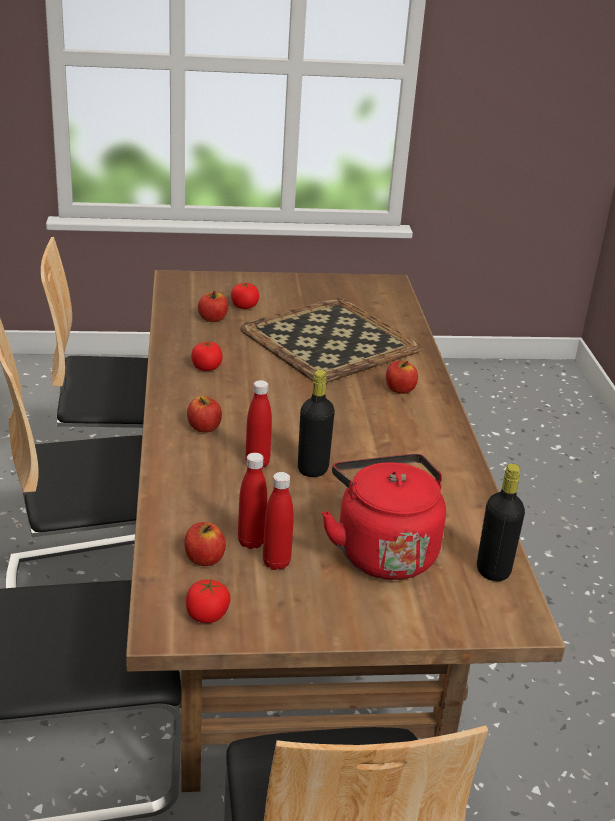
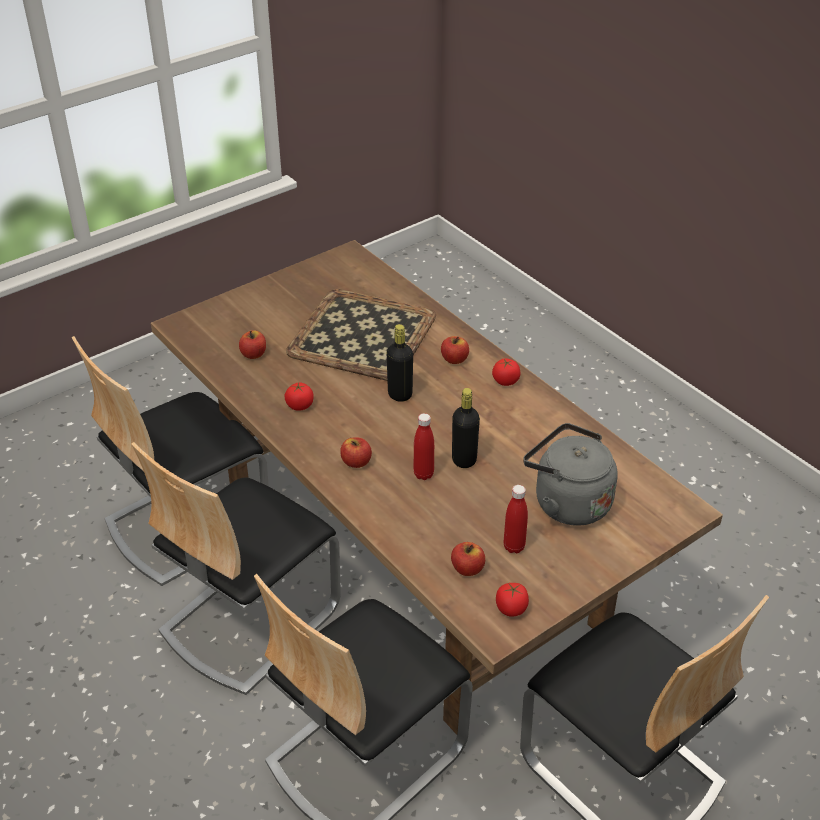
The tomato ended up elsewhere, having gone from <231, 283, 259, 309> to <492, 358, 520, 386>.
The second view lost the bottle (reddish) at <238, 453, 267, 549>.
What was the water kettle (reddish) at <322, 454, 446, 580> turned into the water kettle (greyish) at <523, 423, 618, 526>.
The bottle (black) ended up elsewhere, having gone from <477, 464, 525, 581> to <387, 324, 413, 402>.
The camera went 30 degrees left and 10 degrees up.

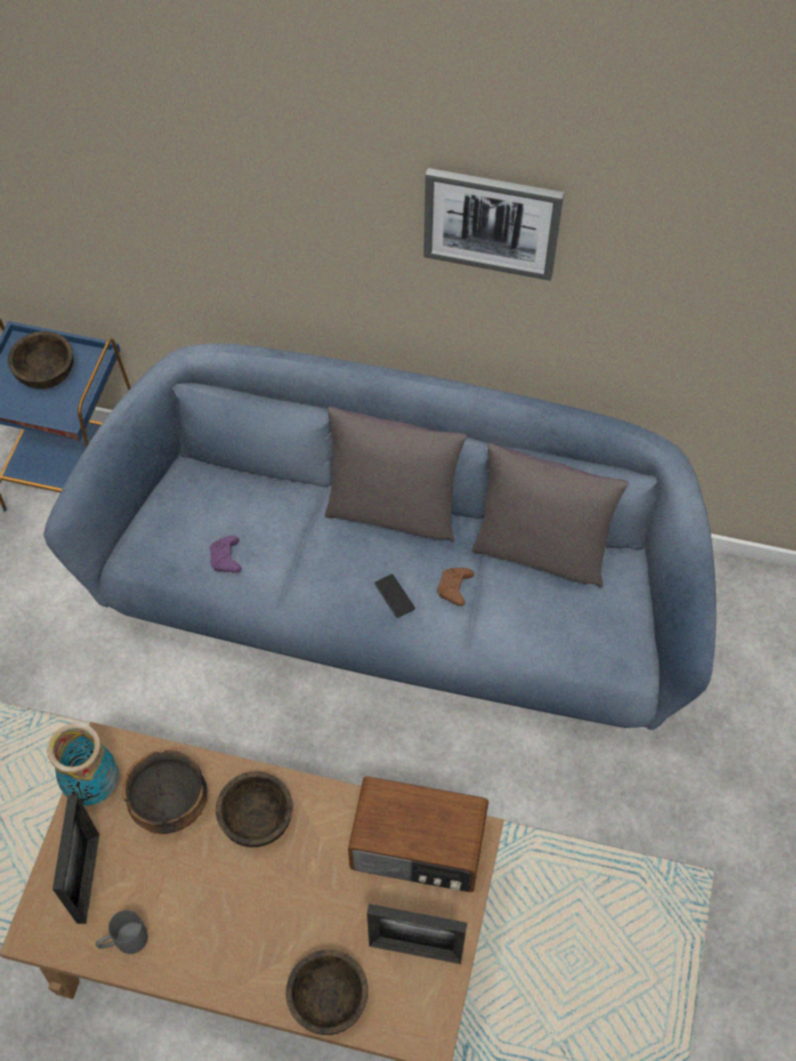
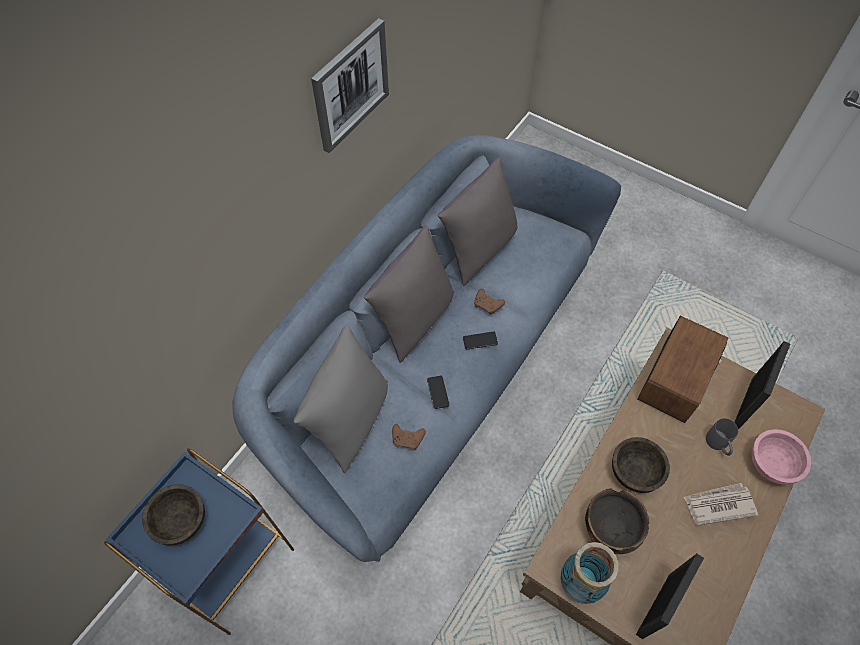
The photo frame at <52, 795, 99, 924> ended up facing another way, 105 degrees clockwise from before.
The coffee mug (greyish) ended up elsewhere, having gone from <96, 910, 148, 954> to <706, 418, 738, 456>.
What was the joypad (purplish) at <210, 536, 242, 573> turned into the joypad (brown-coloured) at <392, 424, 426, 450>.
What was the bowl (brown-coloured) at <286, 950, 368, 1035> turned into the bowl (pink) at <751, 429, 811, 485>.
The second view gained the pillow (greyish) at <294, 325, 388, 473>.
The second view gained the telephone at <427, 376, 449, 409>.
The second view gained the daily paper at <683, 483, 758, 526>.
The camera went 70 degrees left and 0 degrees up.

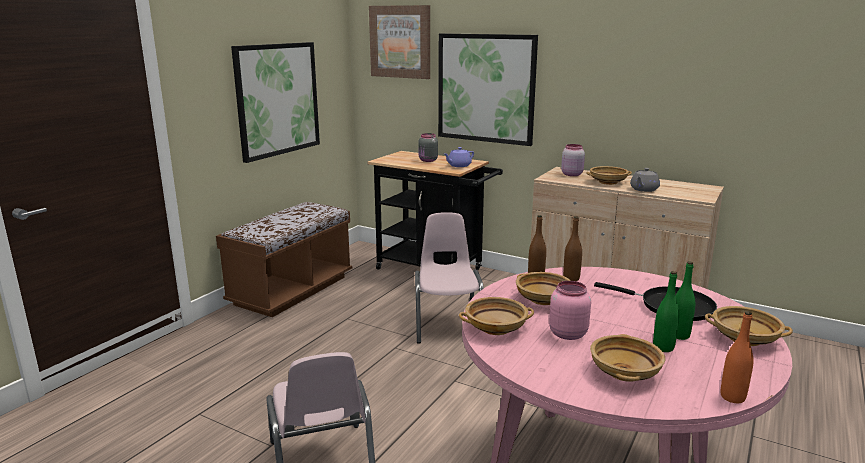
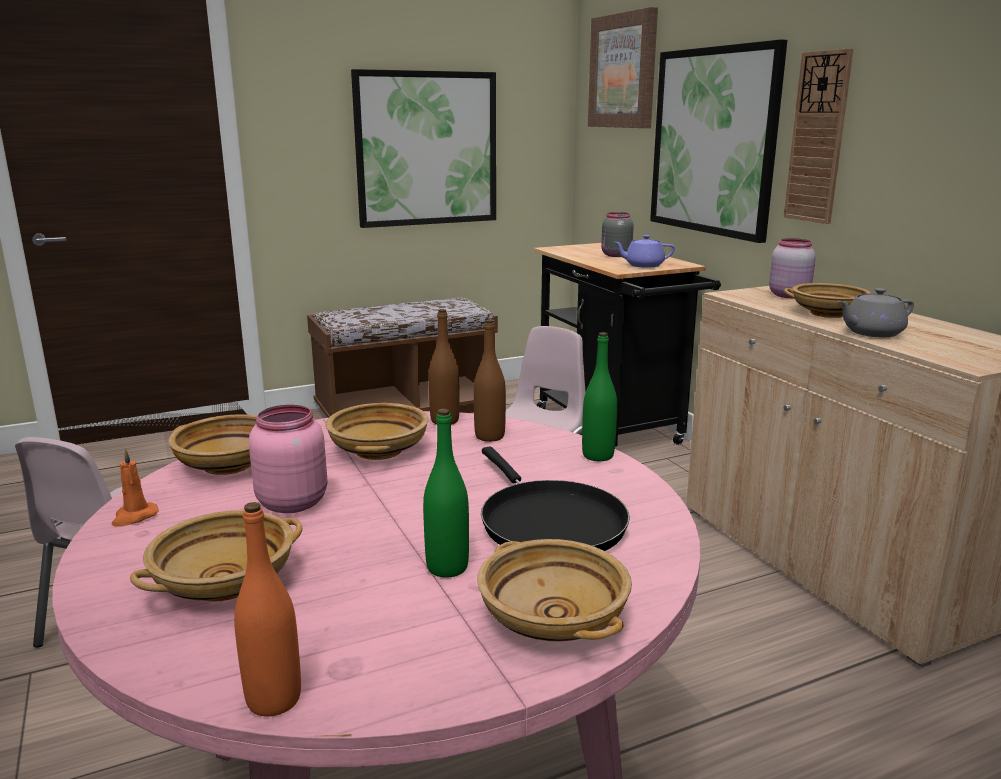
The bottle (green) ended up elsewhere, having gone from <653, 271, 680, 352> to <582, 332, 617, 461>.
The second view gained the wax candle (orange-coloured) at <112, 448, 159, 527>.
The second view gained the clock on the wall at <784, 48, 854, 224>.
The camera went 35 degrees right and 0 degrees up.

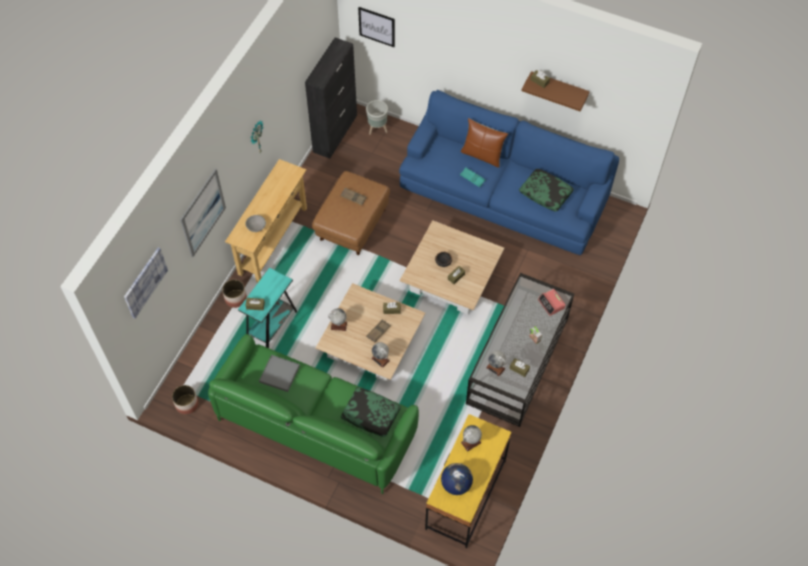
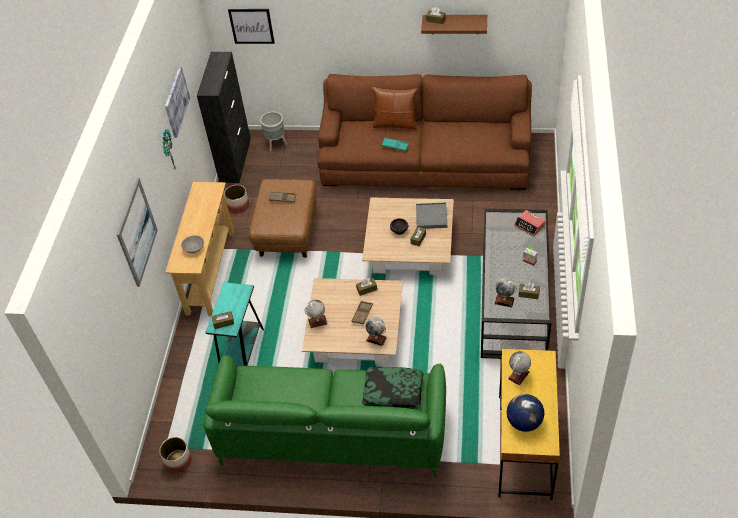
The picture ended up elsewhere, having gone from <124, 247, 168, 319> to <165, 66, 190, 138>.
The planter ended up elsewhere, having gone from <222, 279, 247, 308> to <224, 185, 249, 213>.
The tray (greyish) ended up elsewhere, having gone from <259, 355, 300, 392> to <416, 203, 448, 229>.
What was the settee (bluish) at <399, 90, 619, 255> turned into the settee (brown-coloured) at <317, 74, 532, 190>.
The second view lost the pillow at <519, 169, 574, 211>.
The camera went 15 degrees left and 10 degrees down.

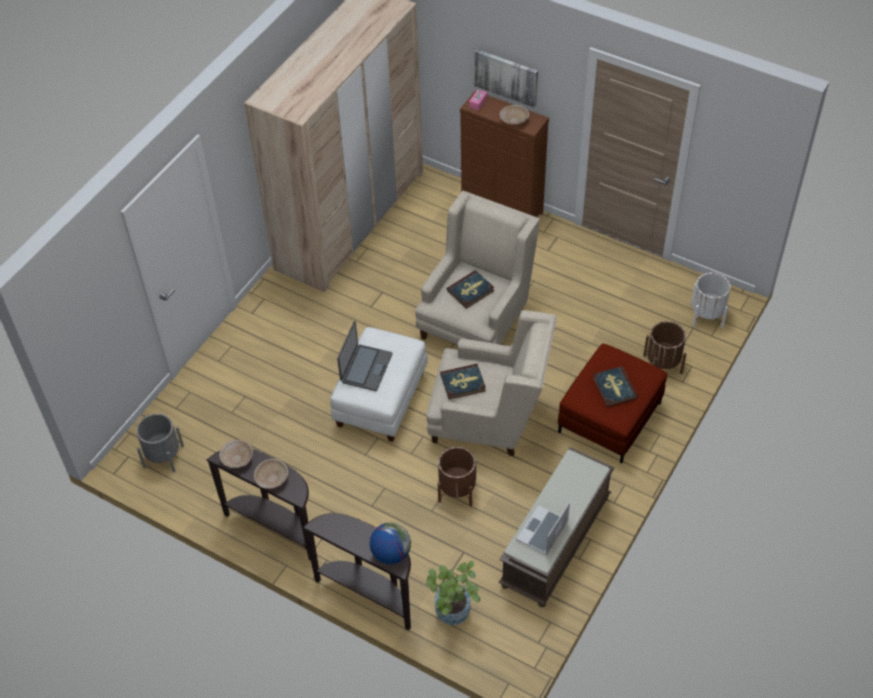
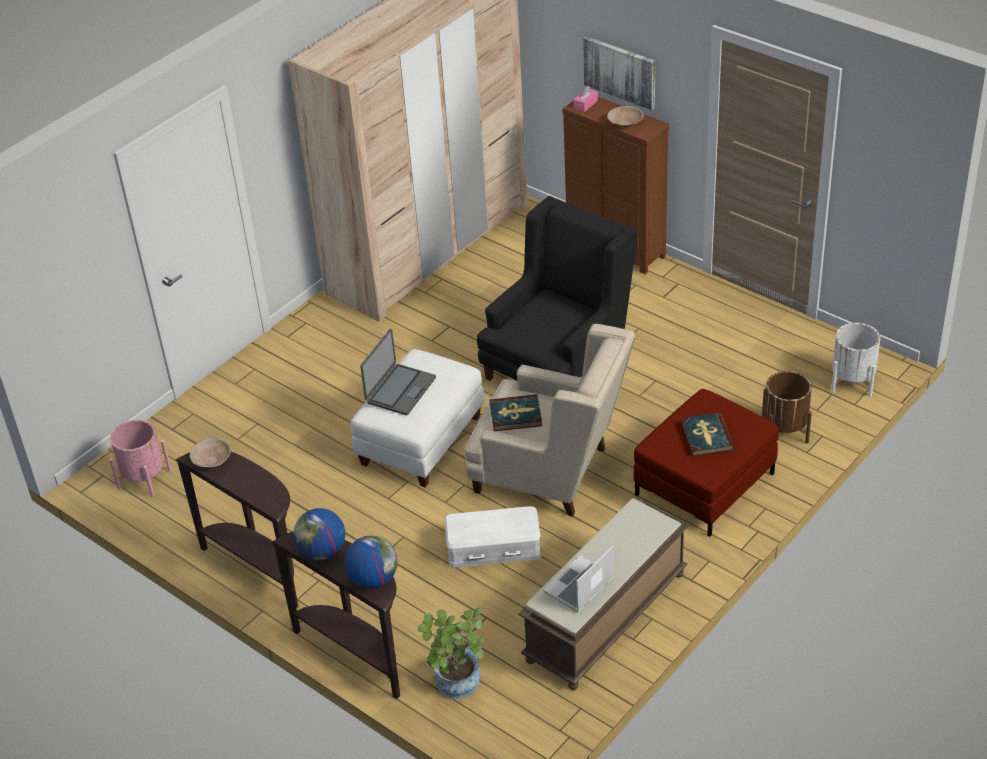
What was the planter (greyish) at <136, 413, 184, 472> turned into the planter (pink) at <109, 420, 172, 497>.
The second view lost the bowl (sand-coloured) at <254, 459, 288, 489>.
What was the armchair (sand-coloured) at <415, 190, 540, 345> turned into the armchair (black) at <477, 196, 638, 381>.
Where the planter (brown-coloured) stood at <438, 447, 476, 506>, the storage box (white) came to stand at <444, 506, 541, 568>.
The second view lost the volume at <447, 270, 494, 309>.
The second view gained the desk globe at <293, 508, 345, 560>.
The camera went 10 degrees right and 10 degrees down.

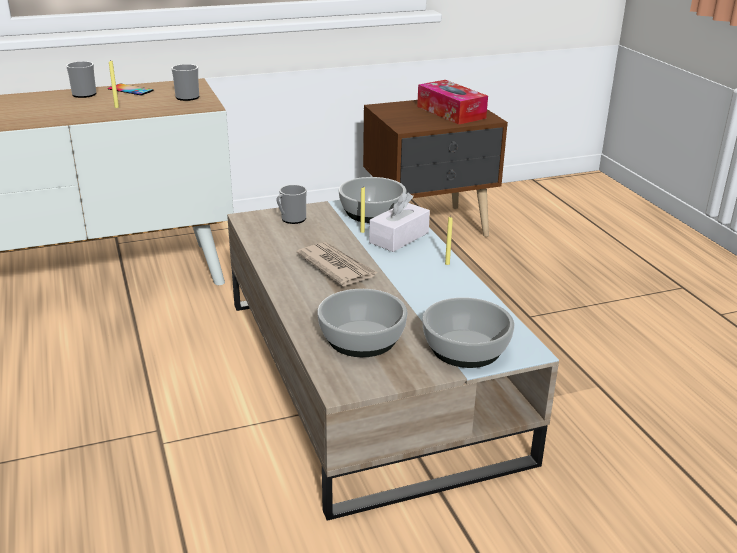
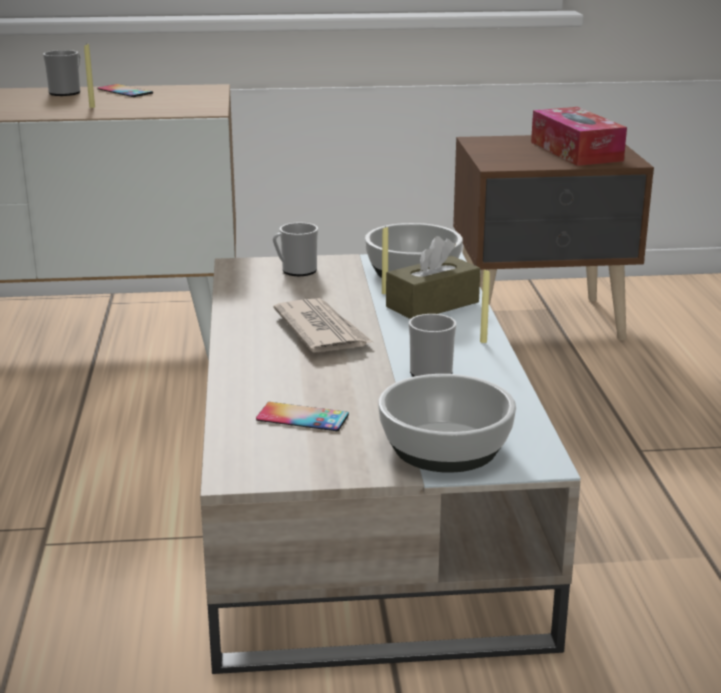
The coffee mug ended up elsewhere, having gone from <171, 64, 199, 101> to <409, 314, 456, 377>.
Where the bowl stood at <317, 289, 408, 357>, the telephone came to stand at <256, 402, 349, 431>.
What was the box of tissues (white) at <369, 192, 430, 252> turned into the box of tissues (brown-coloured) at <386, 236, 480, 319>.
The camera went 15 degrees right and 5 degrees down.

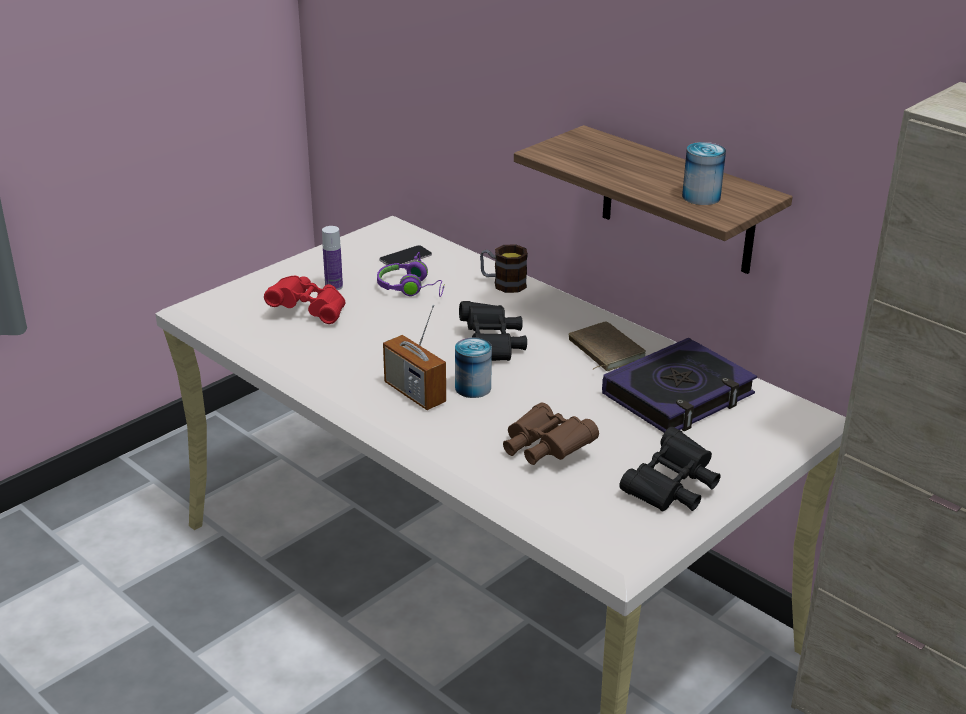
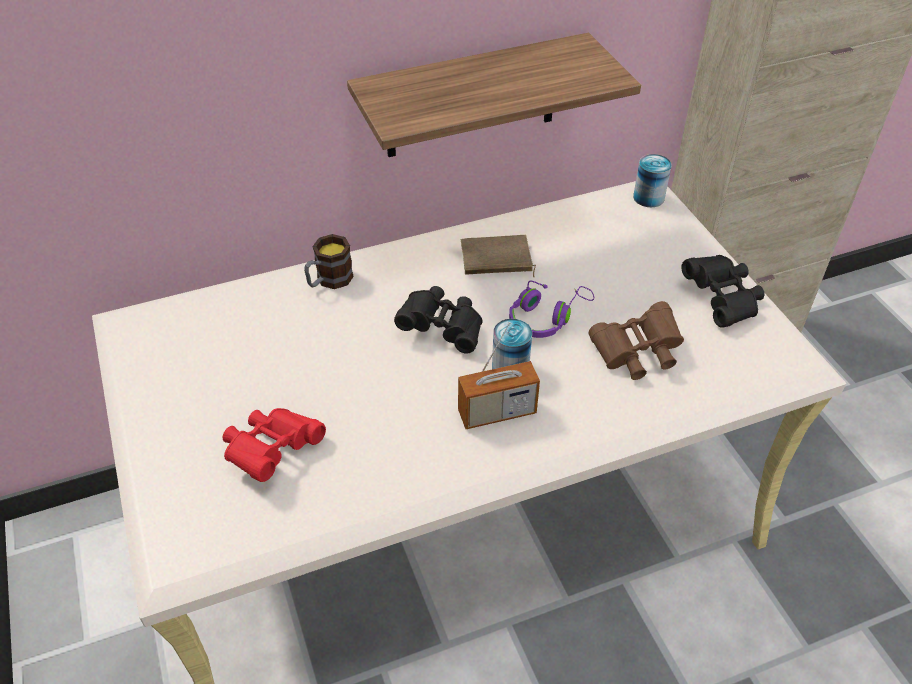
The second view lost the bottle at <322, 226, 343, 290>.
The headset (purplish) ended up elsewhere, having gone from <377, 252, 444, 297> to <509, 280, 594, 338>.
The second view lost the telephone at <379, 245, 432, 265>.
The second view lost the volume at <602, 338, 757, 433>.
The can ended up elsewhere, having gone from <682, 142, 726, 205> to <633, 154, 672, 207>.
The camera went 65 degrees left and 15 degrees up.

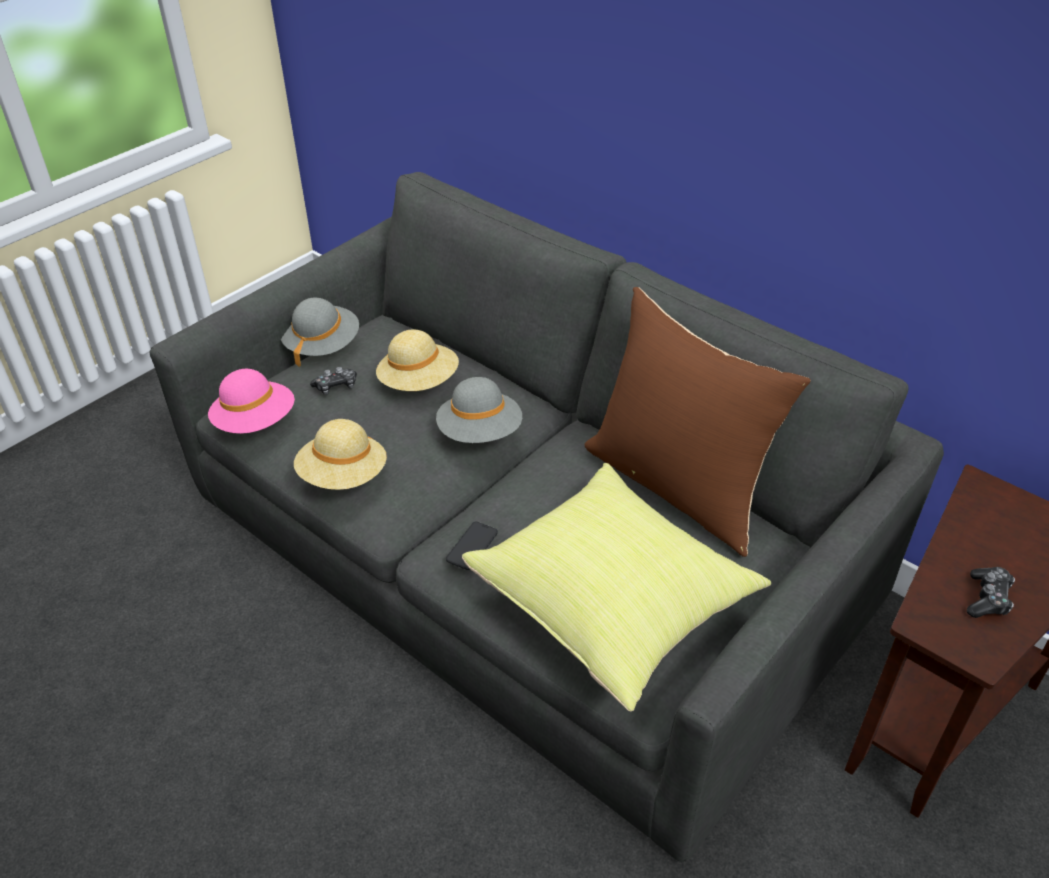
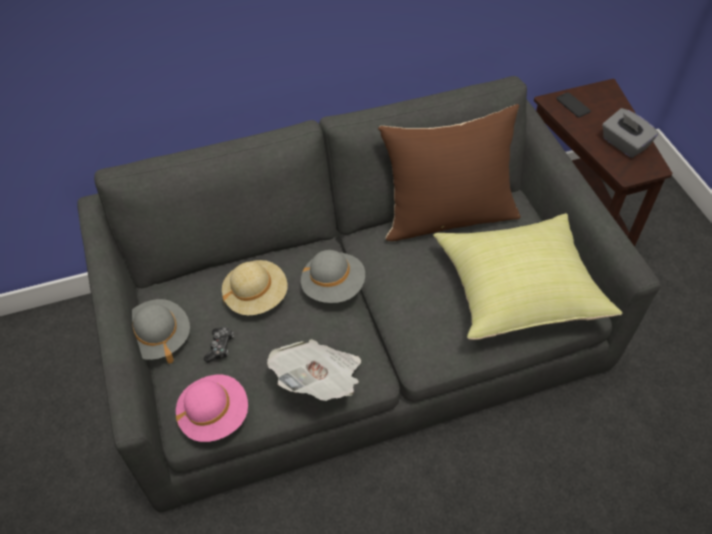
Where the wearable hat (sand-coloured) stood at <294, 419, 387, 490>, the daily paper came to stand at <267, 339, 361, 401>.
The telephone ended up elsewhere, having gone from <446, 521, 498, 570> to <556, 92, 591, 117>.
Where the joypad stood at <967, 567, 1015, 618>, the box of tissues (greyish) came to stand at <602, 108, 658, 158>.
The camera went 60 degrees left and 10 degrees up.

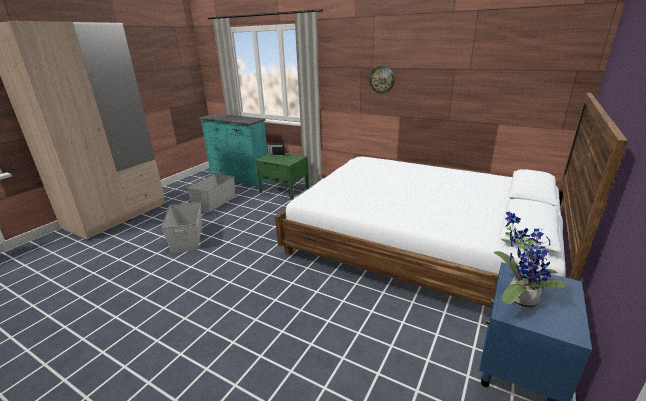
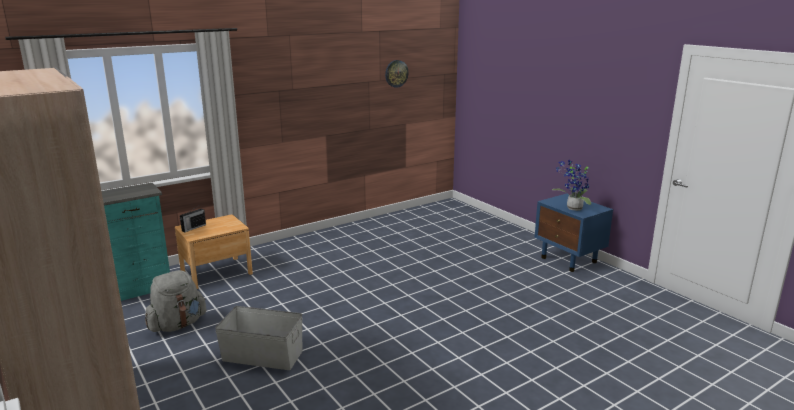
Where the storage box (greyish) stood at <187, 173, 235, 213>, the knapsack (greyish) came to stand at <145, 270, 207, 332>.
What was the night table (green) at <256, 153, 309, 200> turned into the night table (brown-coloured) at <175, 215, 253, 289>.
The second view lost the bed at <275, 93, 628, 307>.
The clock on the wall ended up elsewhere, having gone from <369, 66, 395, 94> to <385, 60, 409, 88>.
The camera went 65 degrees left and 5 degrees down.

